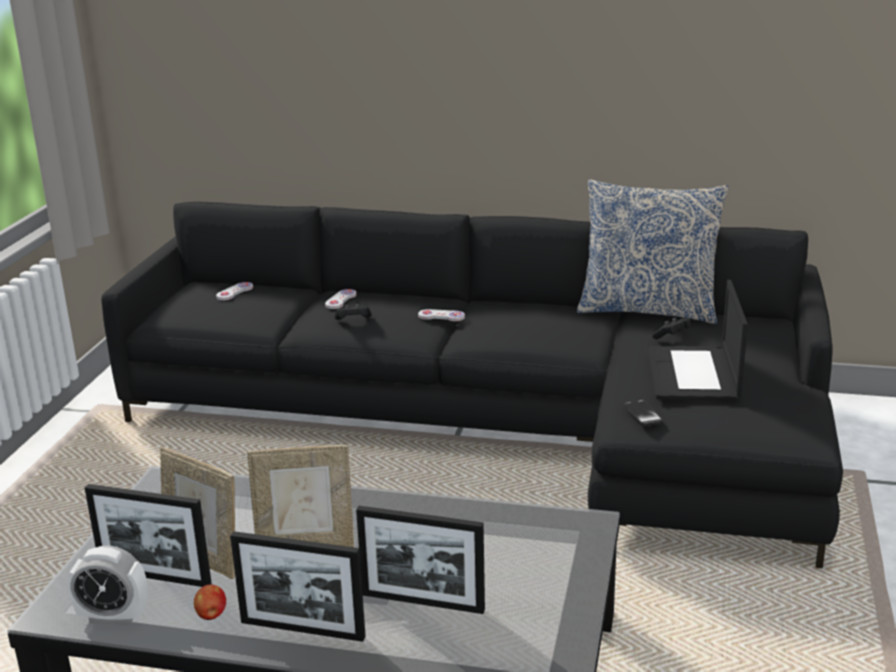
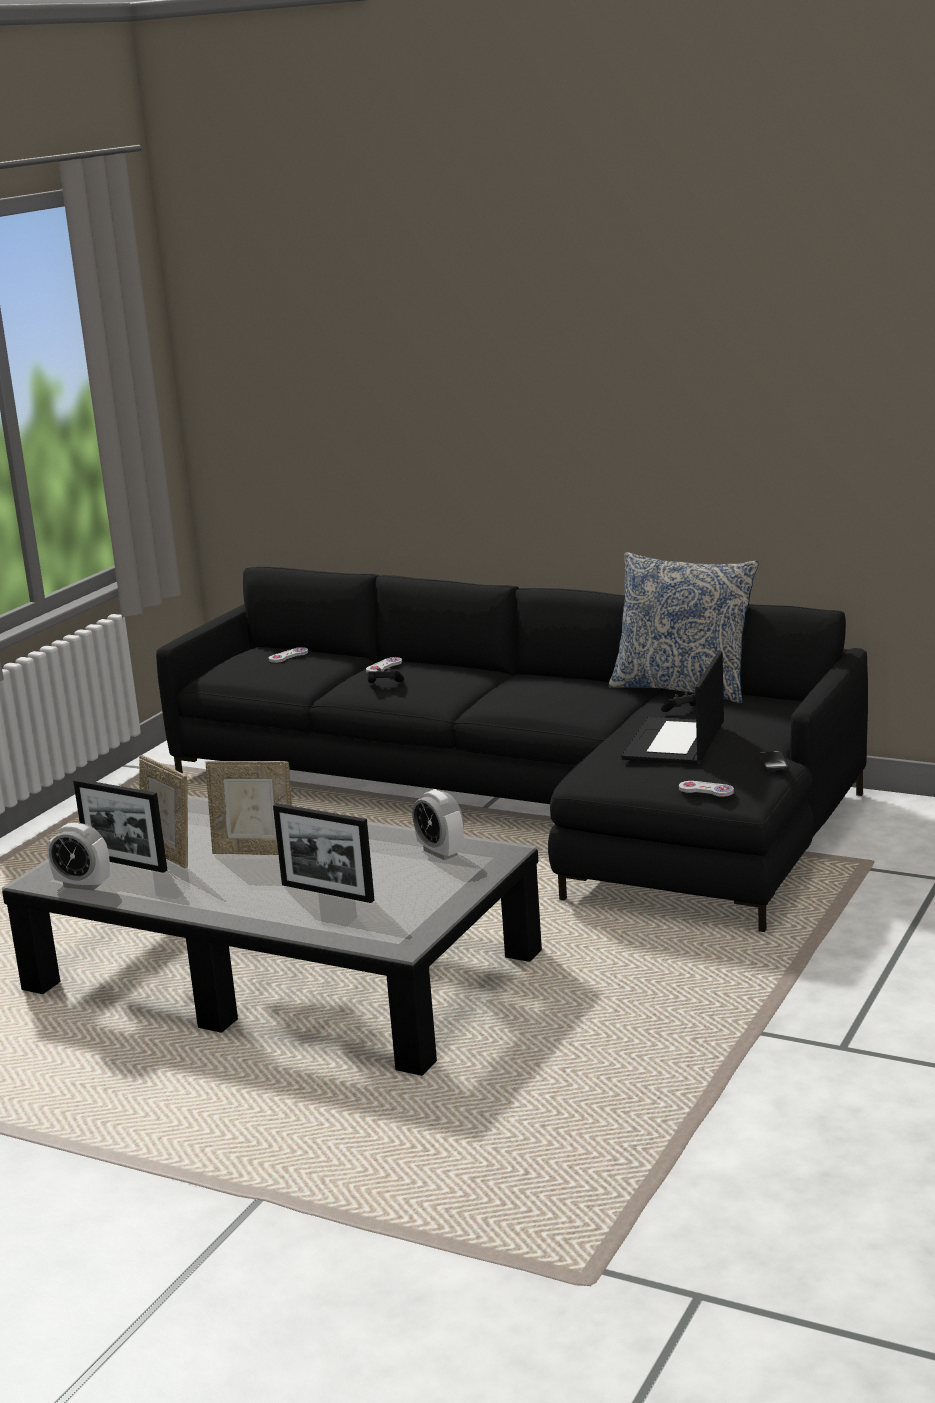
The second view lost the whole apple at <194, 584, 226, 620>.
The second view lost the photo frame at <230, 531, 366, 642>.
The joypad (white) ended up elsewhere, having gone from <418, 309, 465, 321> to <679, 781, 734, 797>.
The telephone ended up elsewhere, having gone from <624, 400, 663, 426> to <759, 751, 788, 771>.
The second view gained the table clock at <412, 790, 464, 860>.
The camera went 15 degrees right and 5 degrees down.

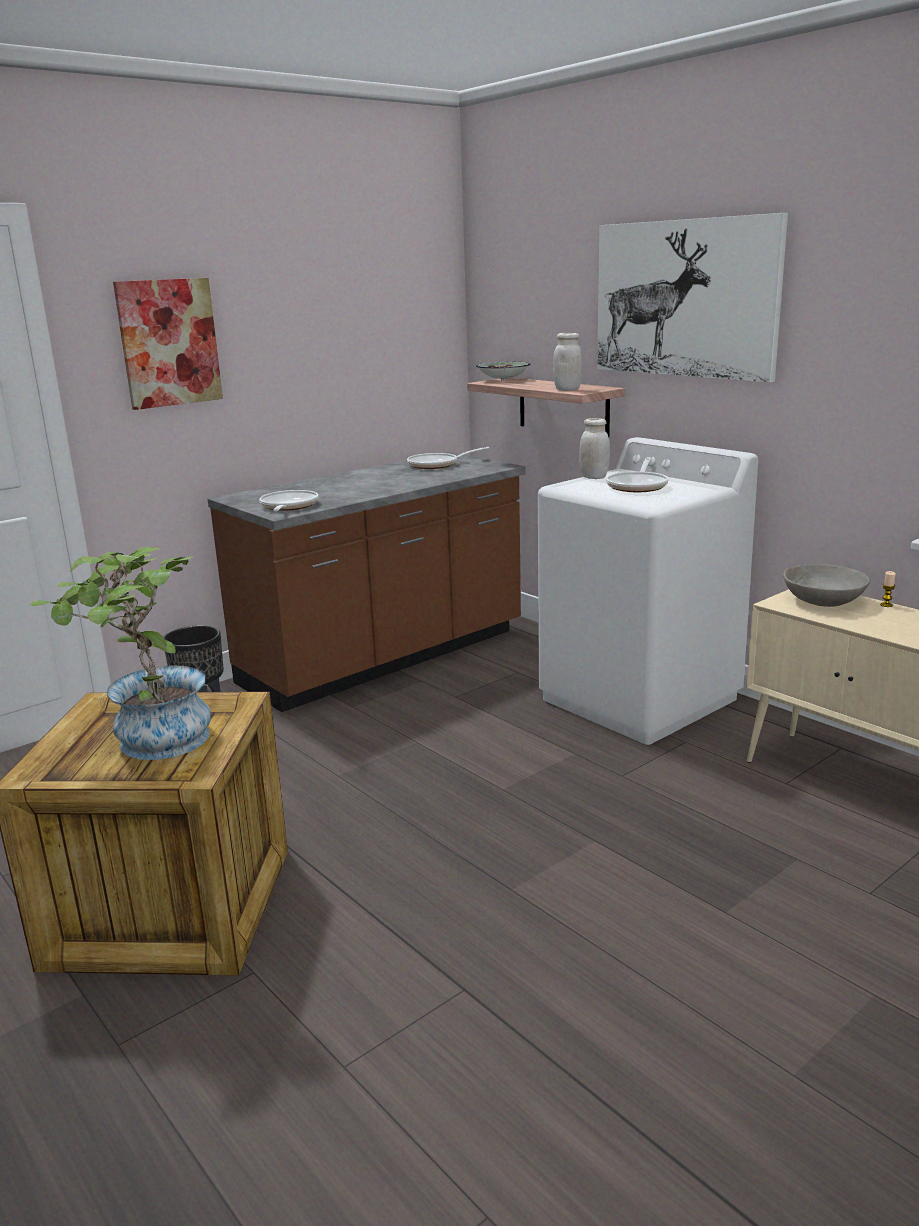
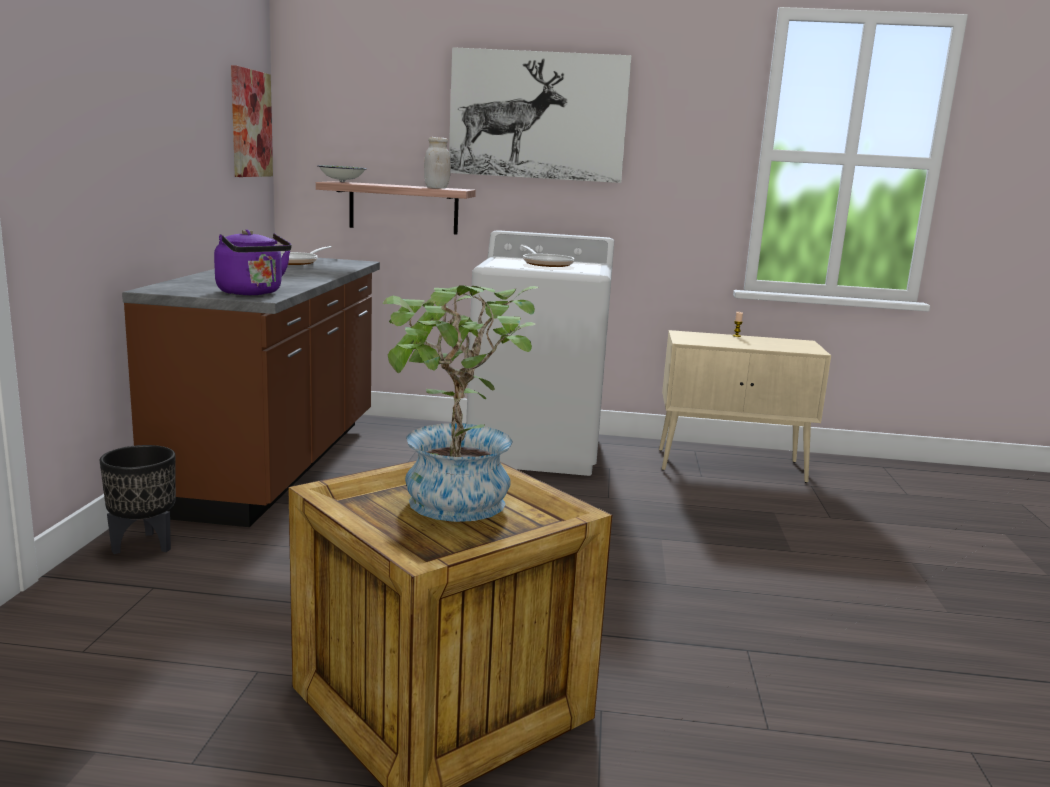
The picture ended up elsewhere, having gone from <113, 278, 223, 410> to <231, 65, 273, 177>.
Where the frying pan stood at <259, 490, 319, 511>, the water kettle (purplish) came to stand at <214, 230, 292, 295>.
The second view lost the preserve jar (white) at <579, 418, 610, 479>.
The second view lost the bowl (greyish) at <783, 564, 870, 607>.
The camera went 45 degrees left and 5 degrees down.

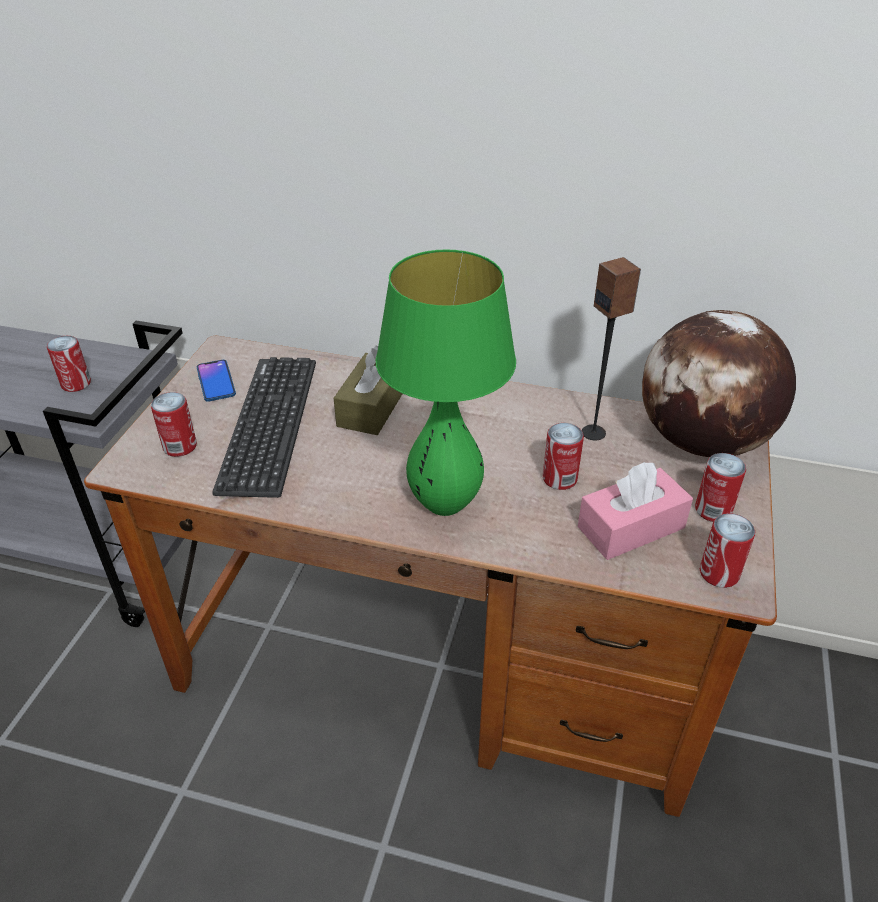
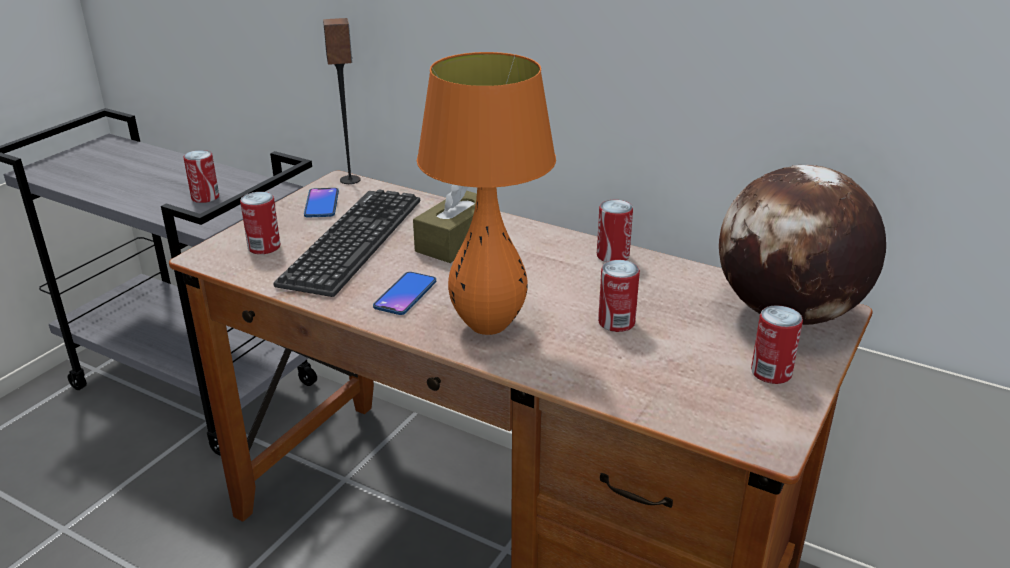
What was the tabletop lamp (green) at <376, 249, 516, 516> turned into the tabletop lamp (orange-coloured) at <417, 52, 556, 335>.
The second view lost the box of tissues (pink) at <578, 462, 693, 560>.
The loudspeaker ended up elsewhere, having gone from <582, 257, 641, 441> to <323, 18, 361, 184>.
The can ended up elsewhere, having gone from <700, 513, 755, 588> to <597, 200, 633, 262>.
The second view gained the telephone at <373, 272, 436, 315>.
The camera went 15 degrees right and 10 degrees down.

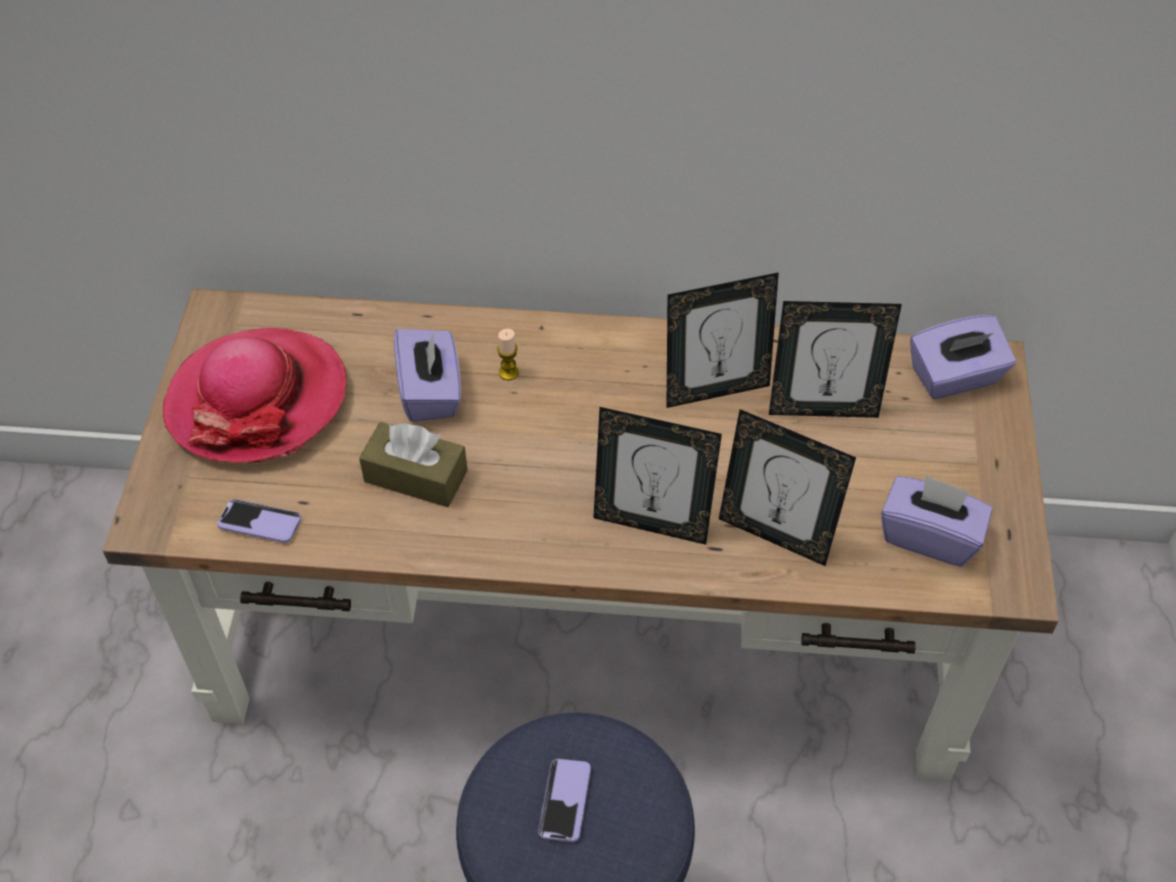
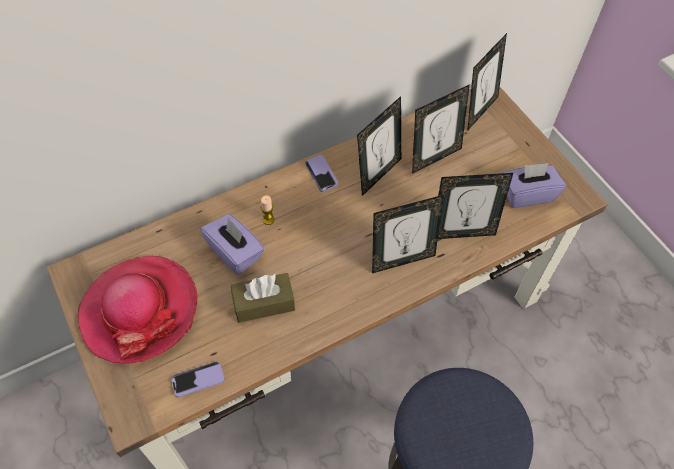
The telephone ended up elsewhere, having gone from <538, 759, 591, 842> to <305, 155, 338, 192>.
Where the box of tissues (purplish) stood at <910, 315, 1016, 399>, the photo frame came to stand at <467, 33, 507, 131>.
The camera went 35 degrees left and 5 degrees up.

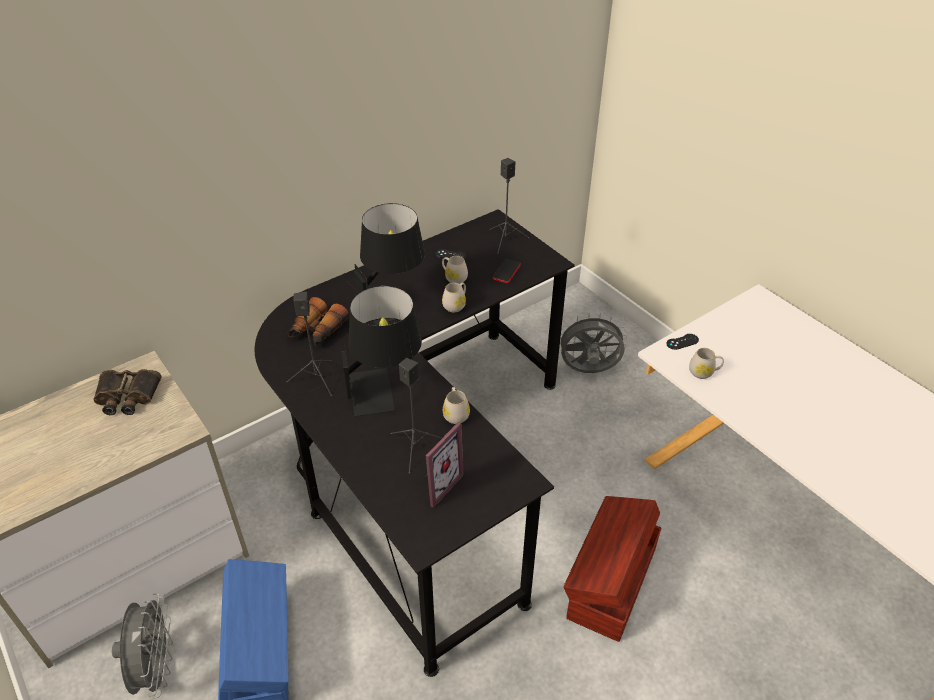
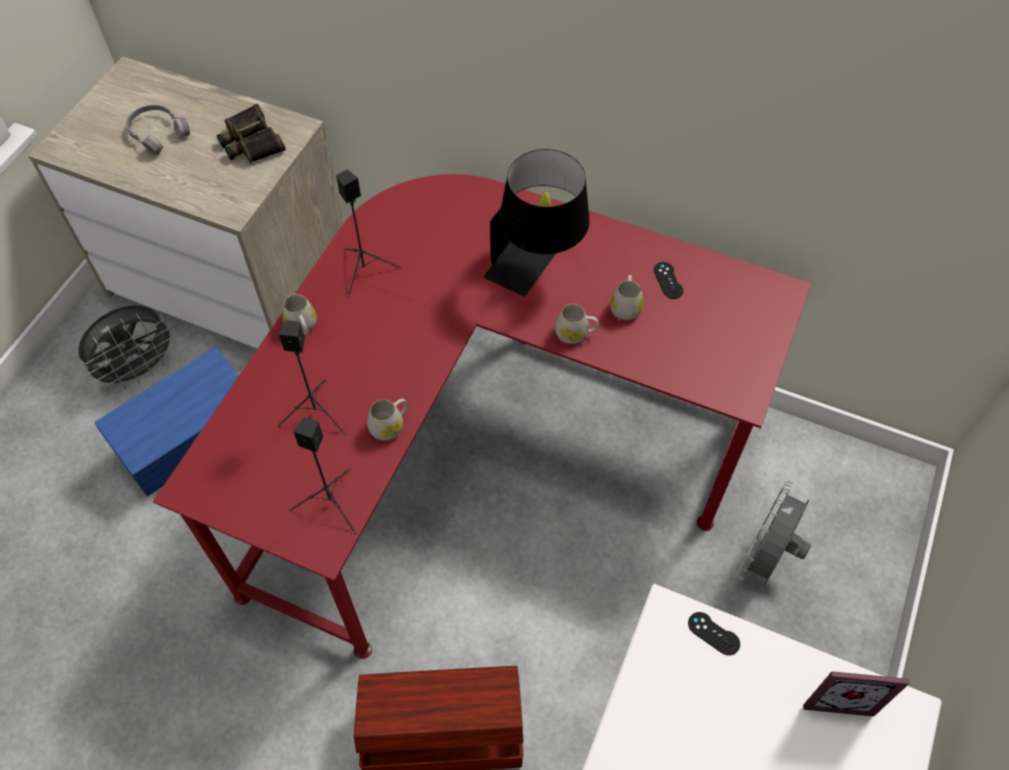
What was the desk (black) at <255, 209, 575, 677> turned into the desk (reddish) at <153, 174, 811, 659>.
The second view lost the binoculars at <288, 297, 349, 346>.
The second view lost the tabletop lamp (black) at <342, 286, 422, 416>.
The photo frame ended up elsewhere, having gone from <426, 422, 464, 508> to <803, 671, 909, 717>.
The loudspeaker (black) ended up elsewhere, having gone from <489, 158, 529, 254> to <289, 417, 356, 534>.
The second view lost the telephone at <493, 259, 521, 283>.
The cooling fan (greyish) at <559, 313, 628, 373> ended up facing another way, 120 degrees counterclockwise from before.
The coffee mug (white) ended up elsewhere, having gone from <689, 348, 724, 379> to <282, 294, 317, 336>.
The second view gained the headset (greyish) at <126, 105, 190, 155>.
The camera went 60 degrees right and 15 degrees up.

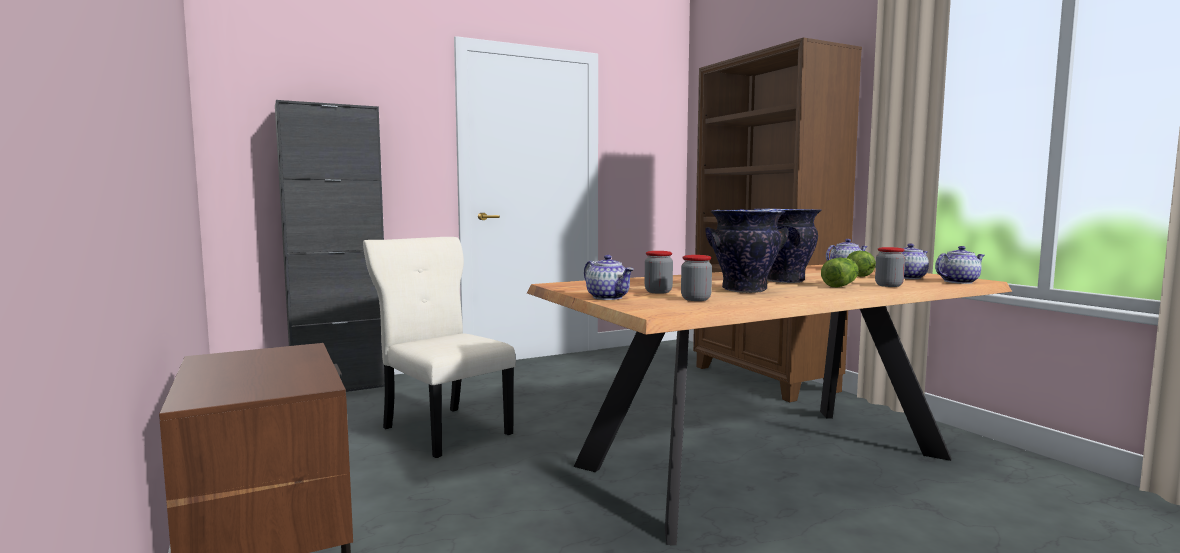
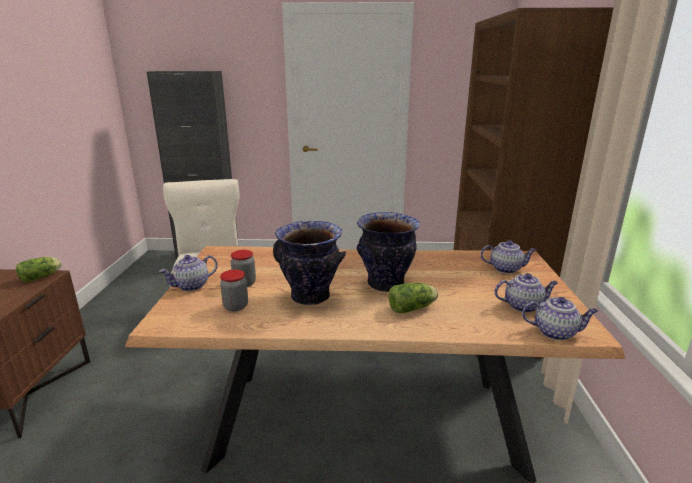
The pot for tea at <584, 255, 634, 300> ended up facing another way, 60 degrees clockwise from before.
The head of lettuce ended up elsewhere, having gone from <847, 251, 876, 277> to <16, 257, 62, 282>.
The second view lost the preserve jar at <875, 247, 905, 287>.
The camera went 30 degrees right and 15 degrees up.

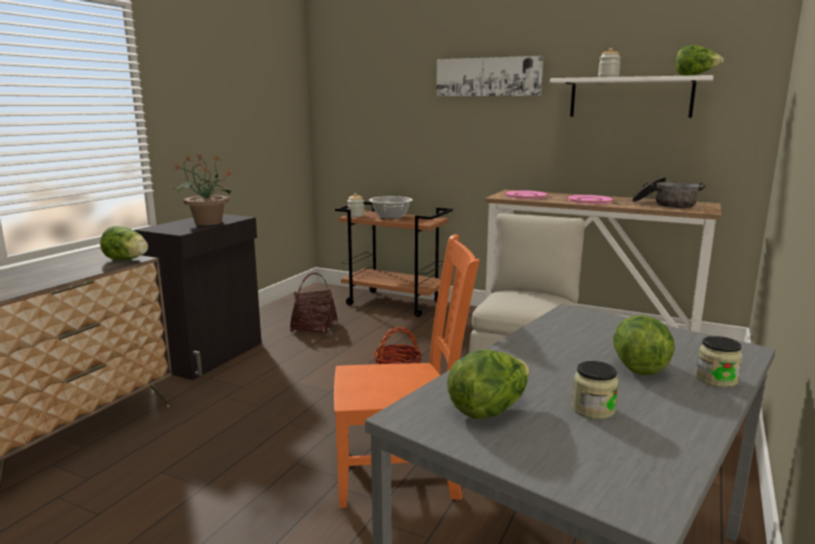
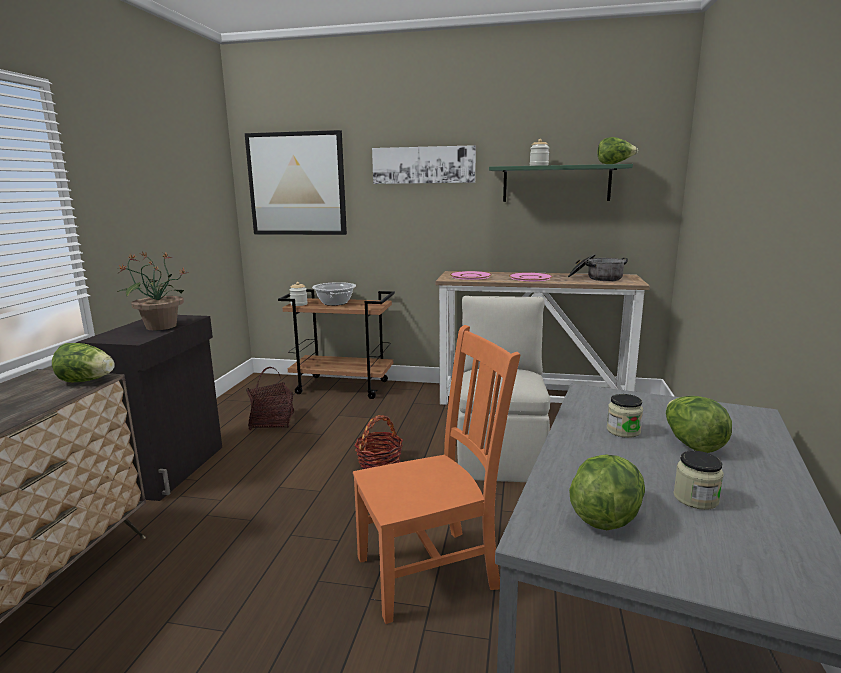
What was the wall shelf (white) at <550, 75, 713, 118> turned into the wall shelf (green) at <489, 164, 633, 202>.
The preserve jar ended up elsewhere, having gone from <696, 336, 742, 388> to <607, 394, 643, 438>.
The second view gained the picture at <245, 130, 347, 235>.
The camera went 15 degrees left and 0 degrees up.

